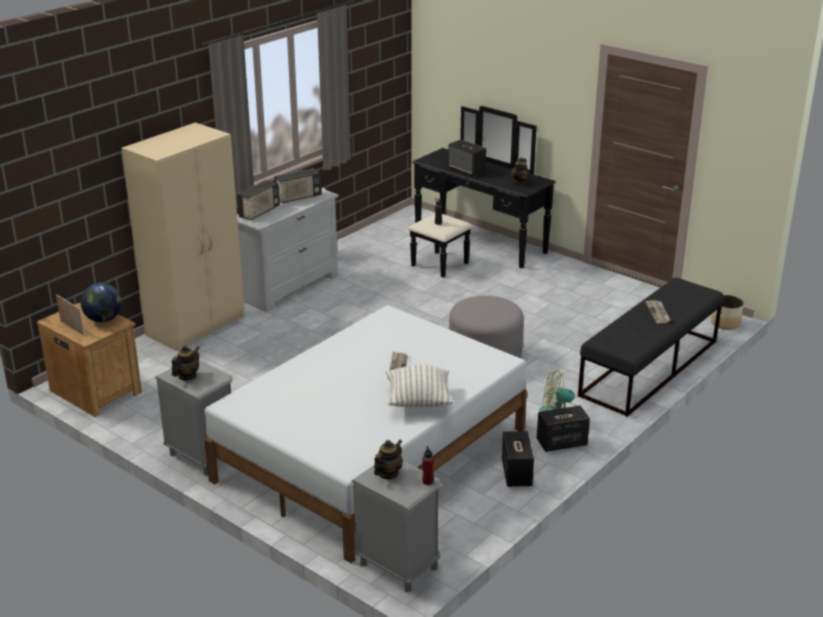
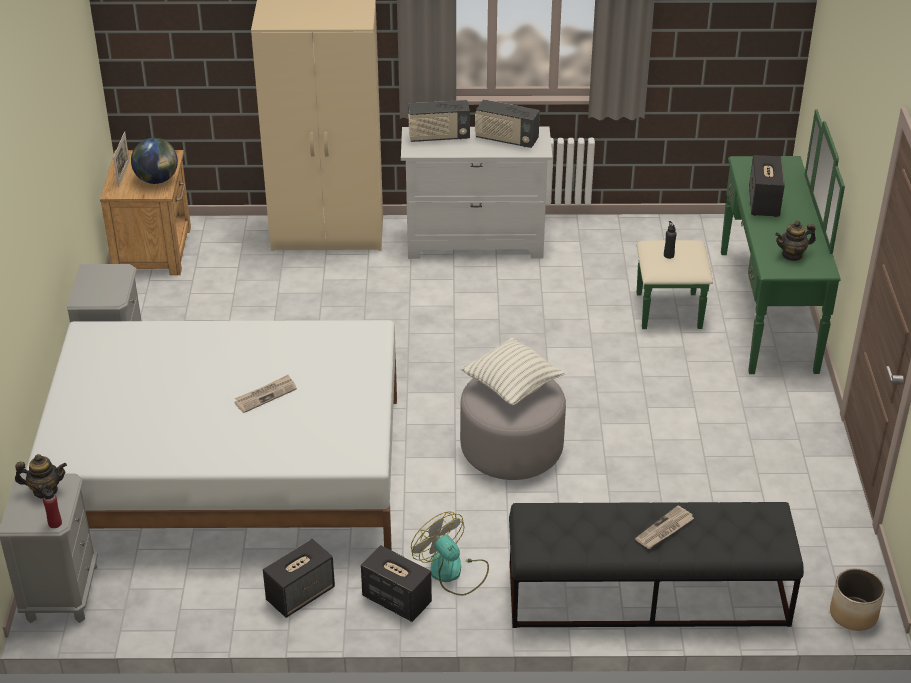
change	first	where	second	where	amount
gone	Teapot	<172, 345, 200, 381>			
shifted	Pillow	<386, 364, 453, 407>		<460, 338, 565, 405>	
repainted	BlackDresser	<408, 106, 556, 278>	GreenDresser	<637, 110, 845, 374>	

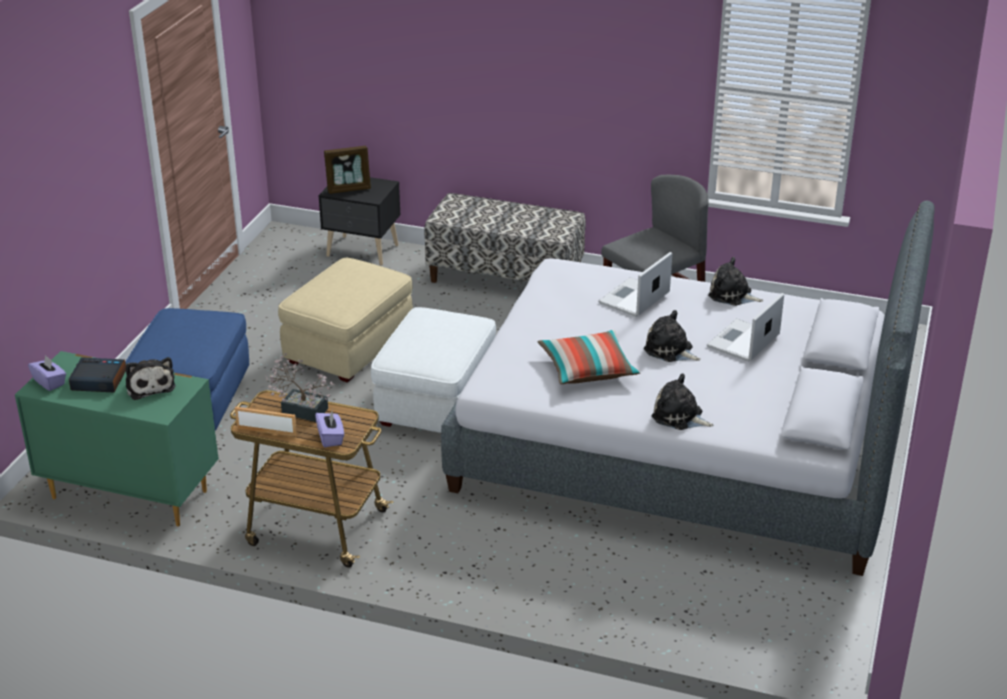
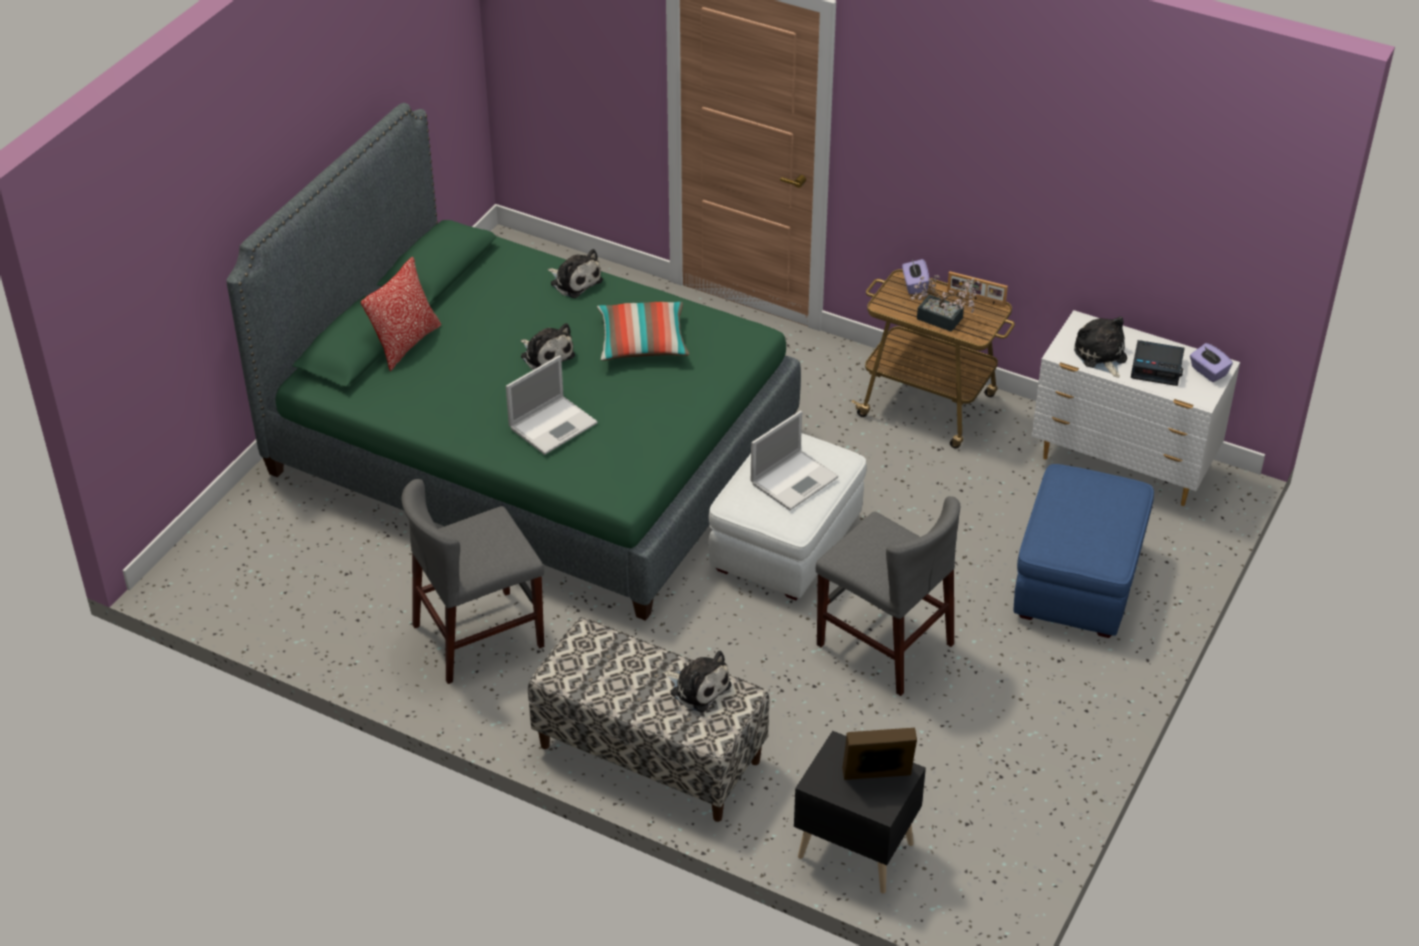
change	first	where	second	where	amount
new			Pillow	<361, 257, 441, 371>	
shifted	Laptop	<707, 293, 784, 362>		<751, 411, 839, 511>	
shifted	PlushToy	<708, 257, 763, 306>		<663, 651, 732, 712>	
swapped	BeigeOttoman	<278, 258, 413, 383>	GreyChair	<816, 496, 960, 696>	
repainted	GreenDresser	<15, 351, 219, 526>	WhiteDresser	<1032, 310, 1240, 506>	
repainted	GreyBed	<441, 201, 935, 576>	GreenBed	<226, 103, 801, 621>	

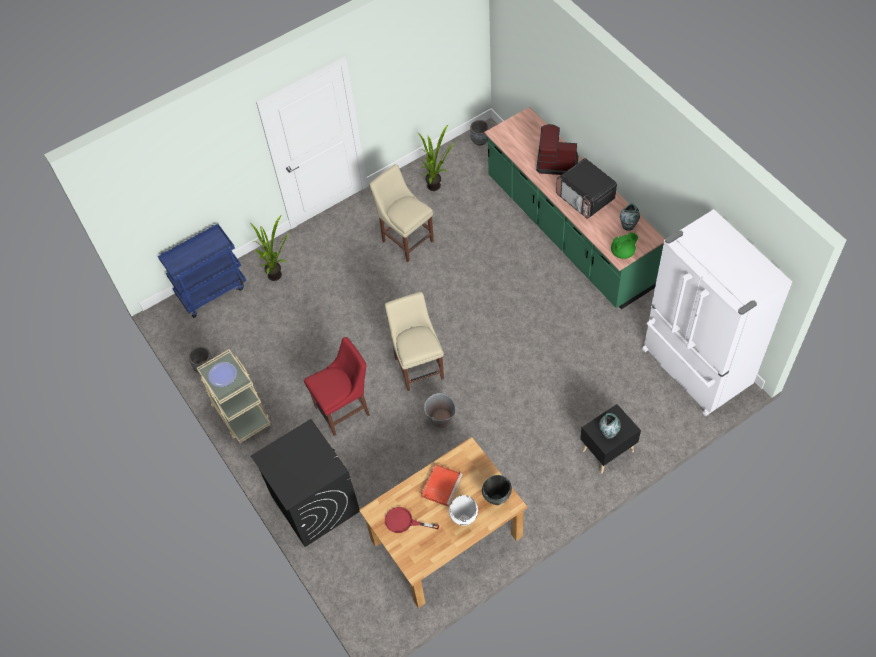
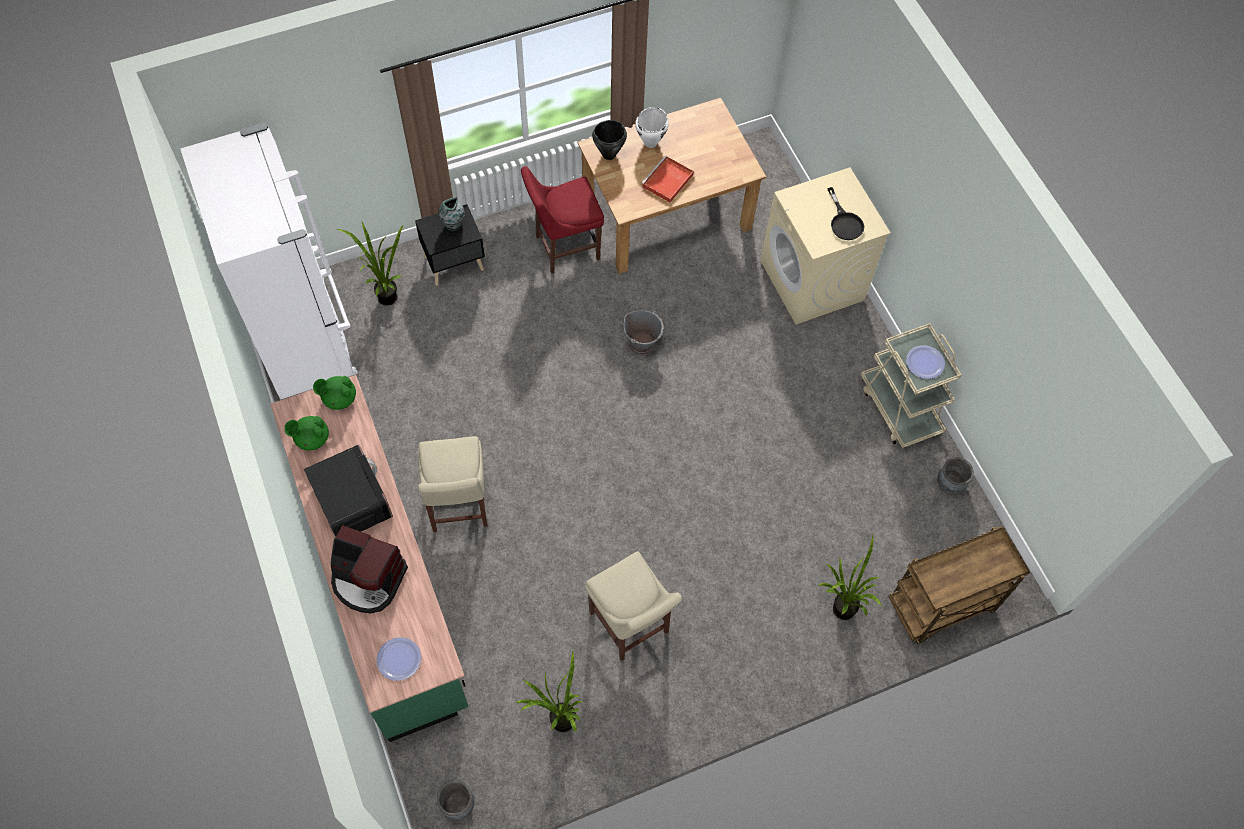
change	first	where	second	where	amount
gone	RedFryingPan	<385, 507, 439, 533>			
new			PottedPlant	<337, 222, 403, 306>	
new			Plate	<376, 637, 421, 681>	
new			BlackFryingPan	<828, 187, 864, 240>	
shifted	RedChair	<304, 337, 370, 436>		<521, 166, 604, 274>	
shifted	BeigeChair	<385, 292, 444, 391>		<418, 436, 488, 532>	
swapped	Vase	<620, 203, 640, 231>	GreenTeapot	<284, 416, 329, 451>	
repainted	BlueCart	<158, 224, 246, 318>	BrownCart	<889, 526, 1030, 644>	
repainted	BlackWashingMachine	<251, 419, 360, 547>	BeigeWashingMachine	<760, 167, 890, 324>	

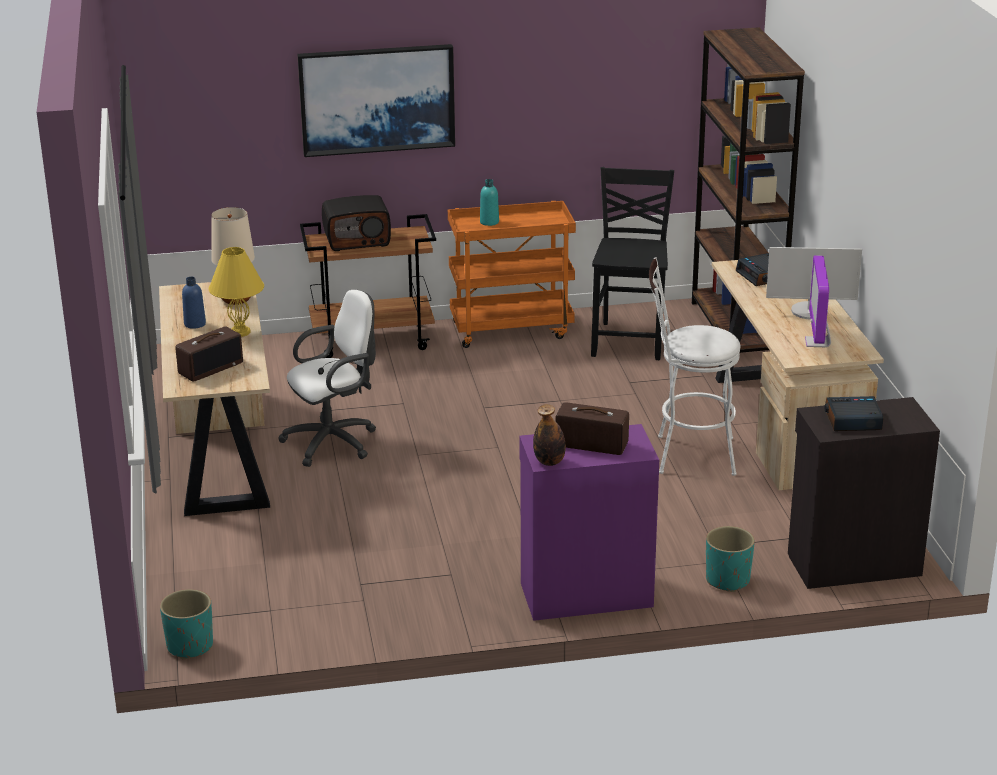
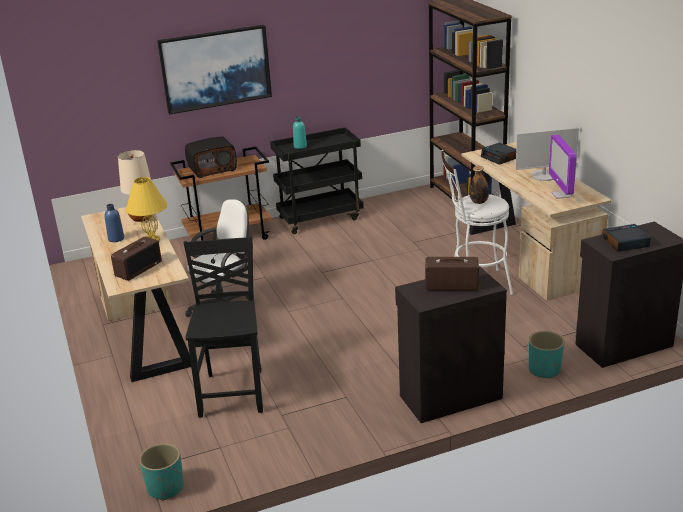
change	first	where	second	where	amount
shifted	Bottle	<533, 404, 566, 466>		<469, 166, 489, 204>	
shifted	BlackChair	<591, 167, 674, 360>		<183, 236, 263, 418>	
repainted	OrangeCart	<448, 201, 576, 348>	BlackCart	<270, 127, 364, 234>	
repainted	PurpleCabinet	<519, 424, 659, 621>	BlackCabinet	<395, 266, 507, 423>	

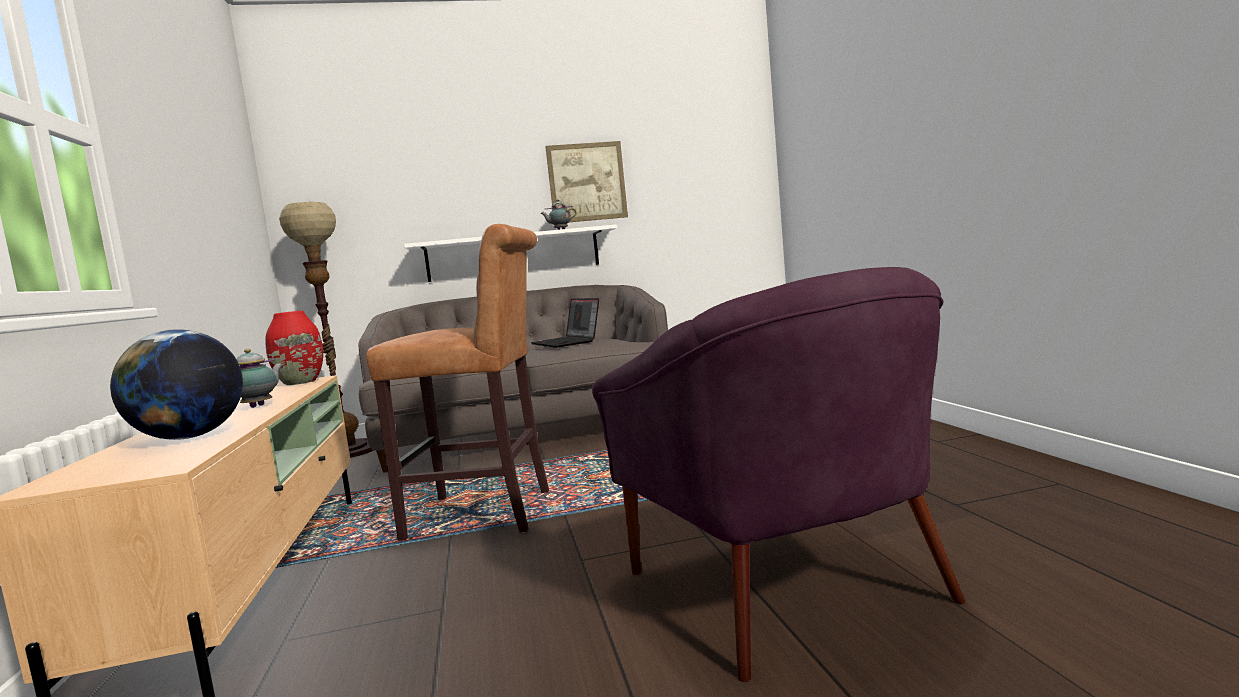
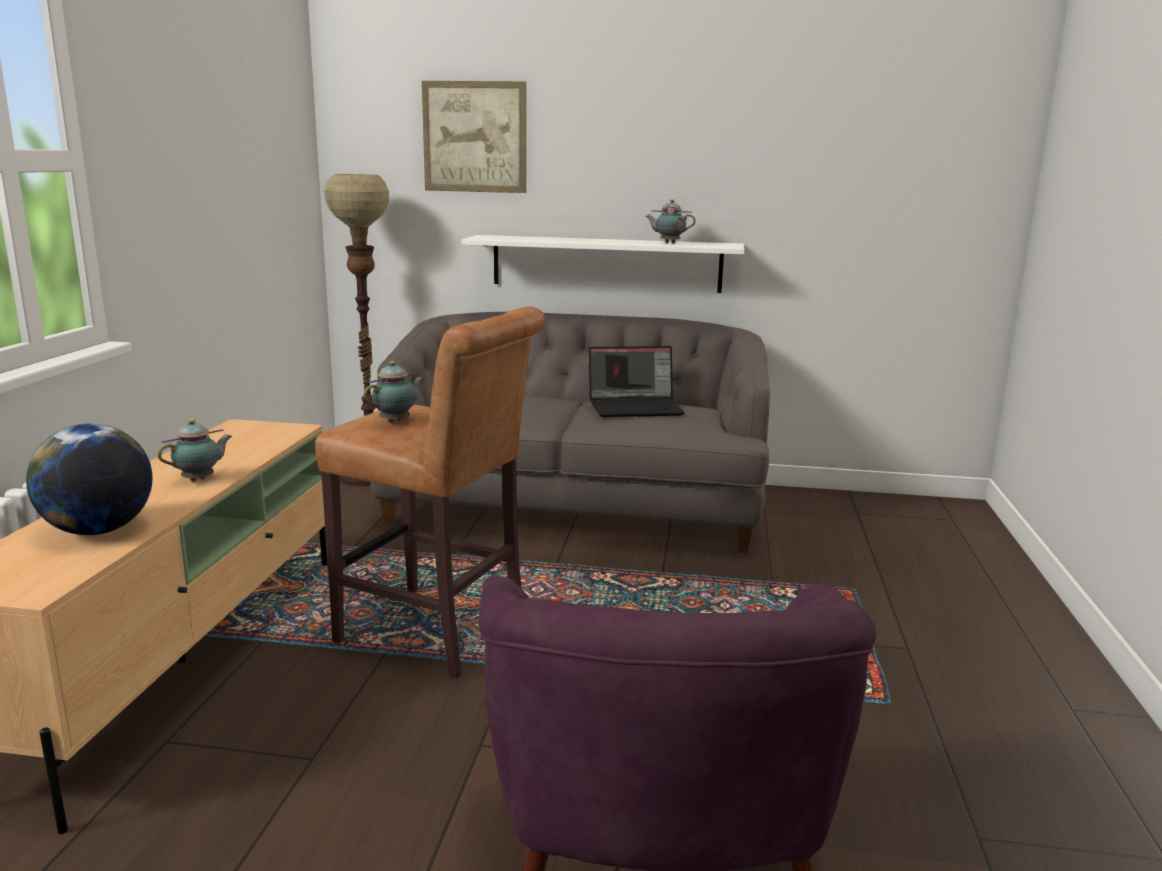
change	first	where	second	where	amount
gone	RedVase	<265, 310, 323, 385>			
new			Teapot	<363, 361, 425, 423>	
shifted	Picture	<545, 141, 628, 223>		<422, 81, 526, 193>	
rotated	Laptop	<531, 298, 599, 348>		<589, 346, 685, 417>	90 degrees counterclockwise

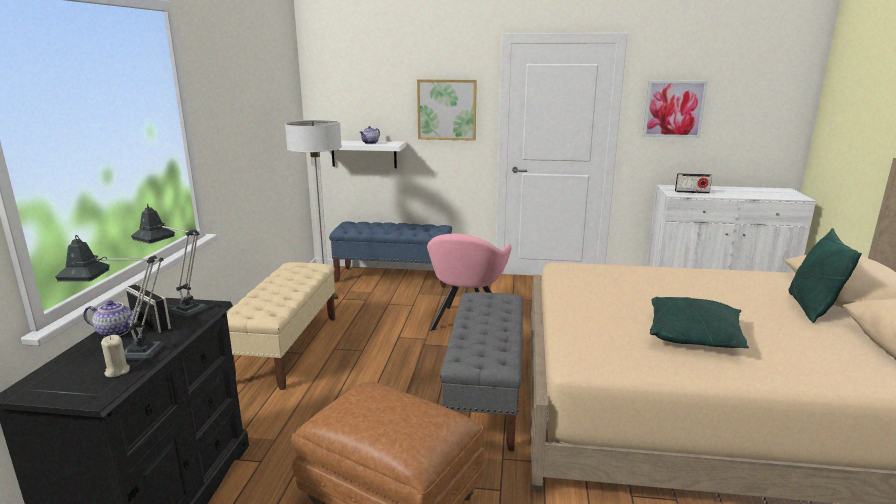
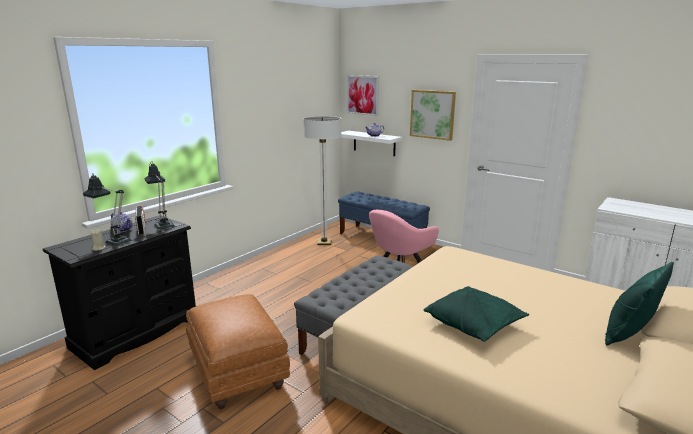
change	first	where	second	where	amount
gone	BeigeBench	<227, 262, 335, 390>			
gone	Radio	<675, 173, 712, 194>			
shifted	Picture	<643, 81, 708, 138>		<347, 75, 379, 116>	

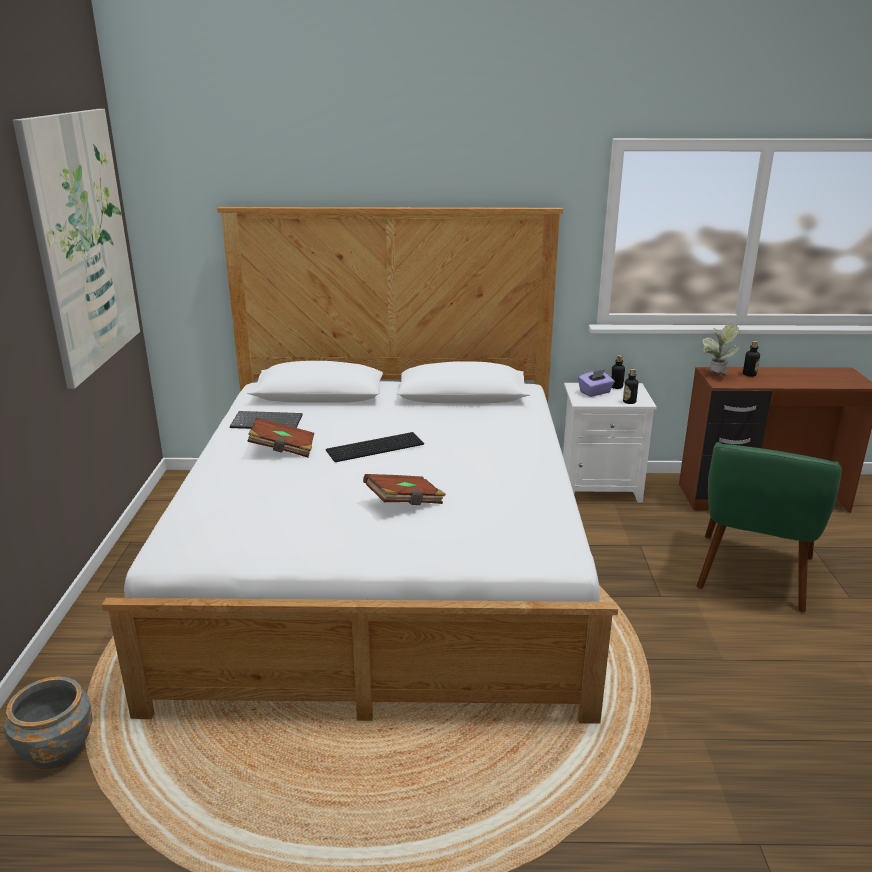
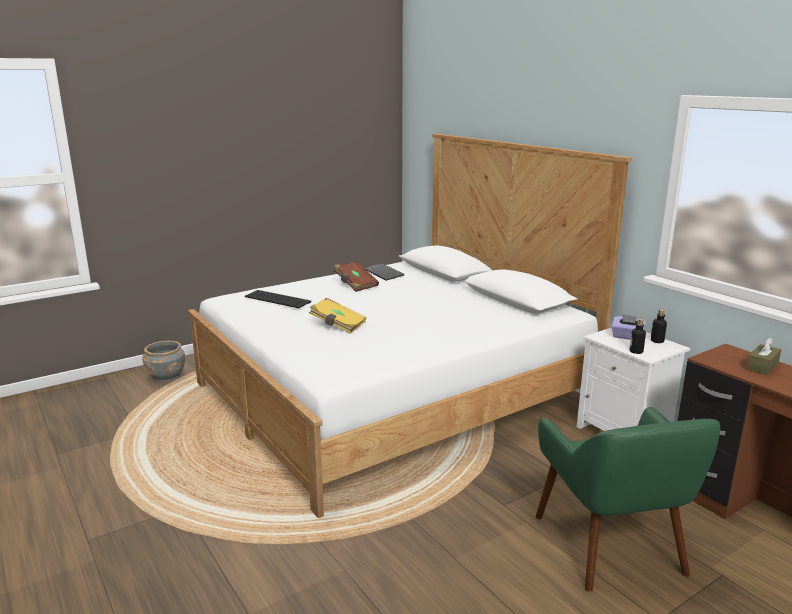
change	first	where	second	where	amount
gone	Picture	<13, 109, 140, 389>			
gone	PottedPlant	<703, 324, 740, 374>			
shifted	Keyboard	<326, 432, 424, 462>		<245, 290, 311, 308>	
swapped	Bottle	<743, 341, 760, 377>	BrownTissueBox	<746, 338, 781, 375>	
repainted	BrownBook	<363, 474, 446, 505>	YellowBook	<309, 298, 366, 334>	
rotated	GreenArmchair	<697, 442, 842, 613>		<536, 407, 720, 592>	90 degrees counterclockwise

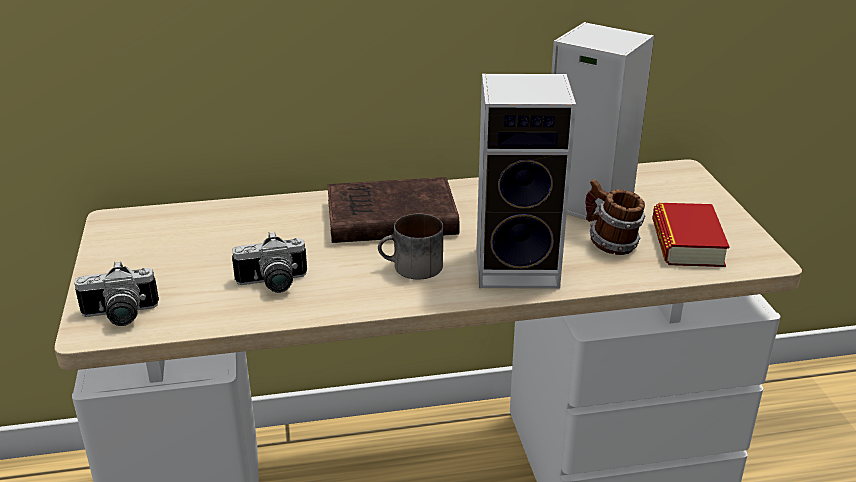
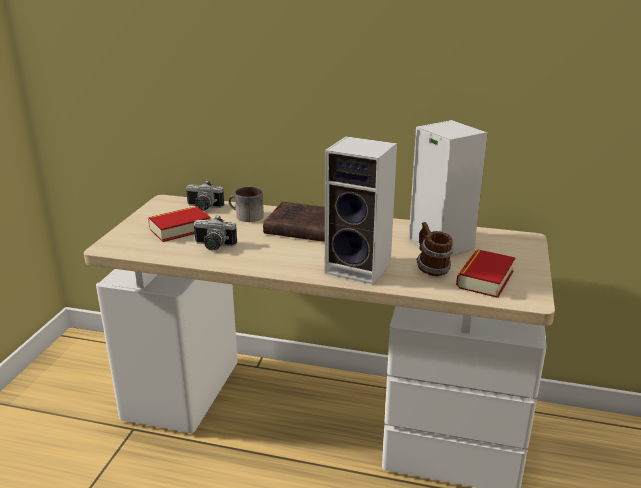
change	first	where	second	where	amount
new			Book	<148, 206, 210, 242>	
shifted	PhotoCamera	<75, 261, 159, 326>		<186, 180, 224, 211>	
shifted	Mug	<378, 214, 443, 279>		<228, 187, 264, 222>	

